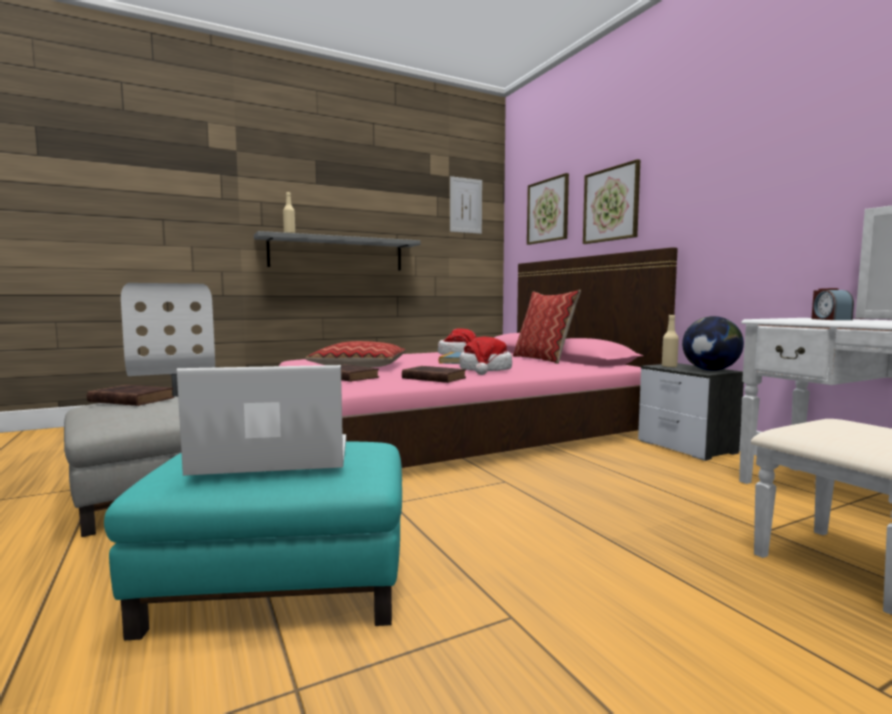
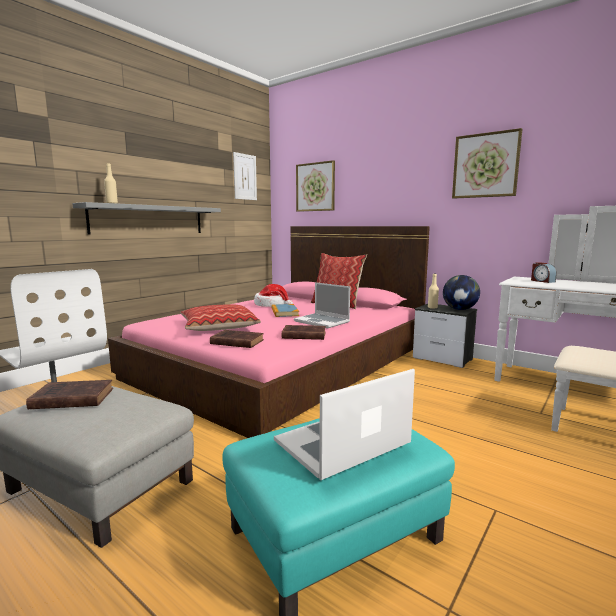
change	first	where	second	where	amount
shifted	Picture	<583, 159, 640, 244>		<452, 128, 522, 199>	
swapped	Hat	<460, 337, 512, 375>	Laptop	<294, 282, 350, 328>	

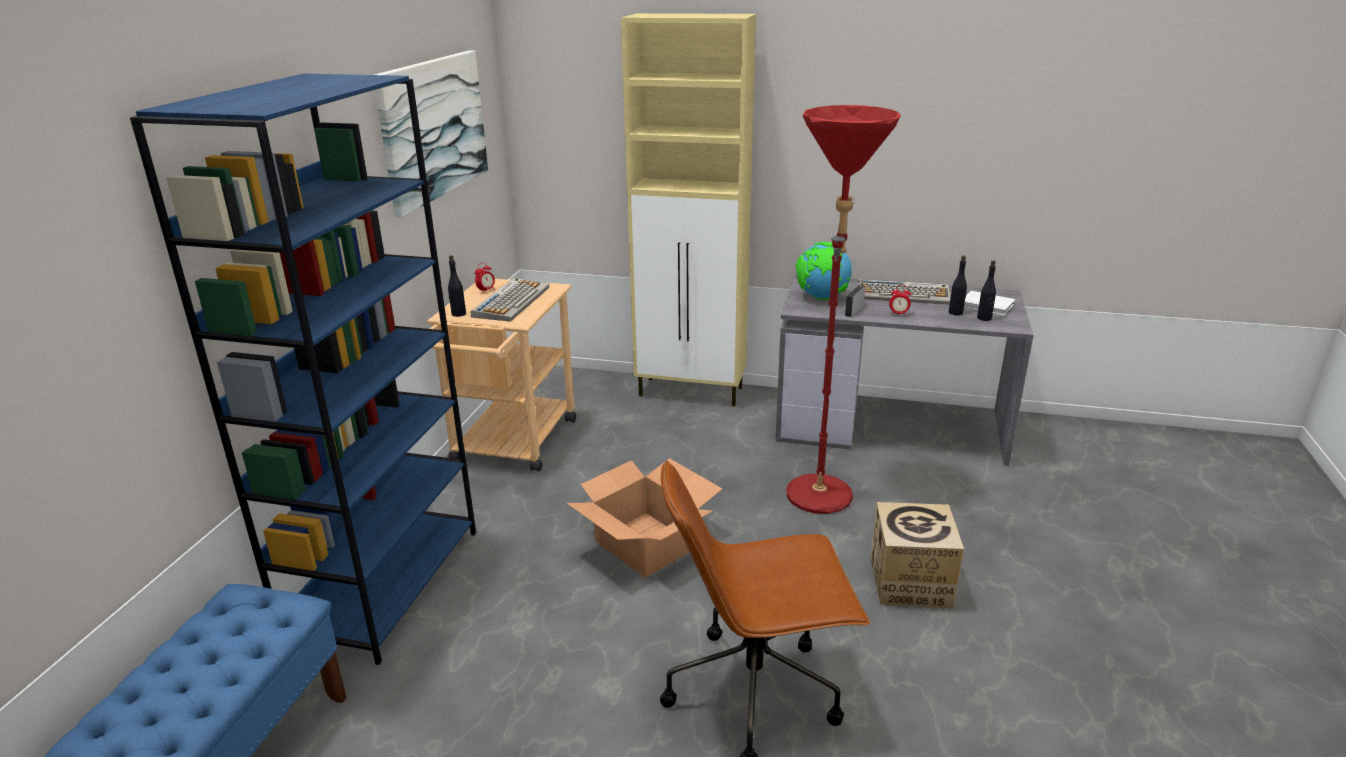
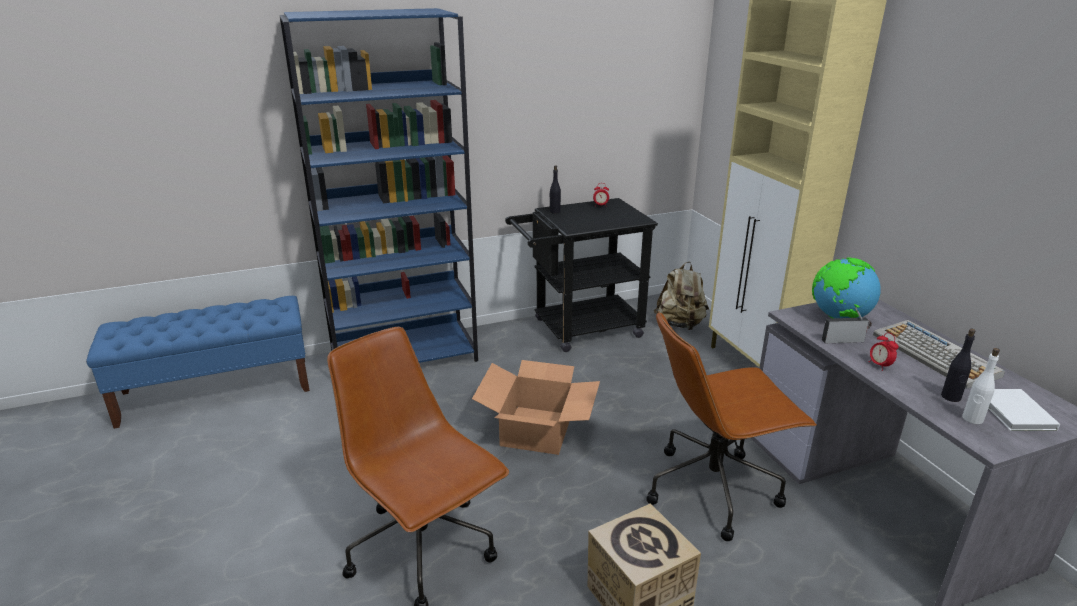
change	first	where	second	where	amount
gone	Picture	<374, 50, 488, 217>			
gone	Keyboard	<471, 278, 549, 322>			
new			BeigeBackpack	<654, 262, 709, 330>	
swapped	RedFloorLamp	<786, 105, 901, 514>	BrownOfficeChair	<646, 311, 817, 541>	
repainted	BeigeCart	<427, 279, 576, 472>	BlackCart	<505, 198, 658, 352>	
repainted	BlackBottle	<977, 260, 996, 321>	WhiteBottle	<962, 348, 1000, 424>	

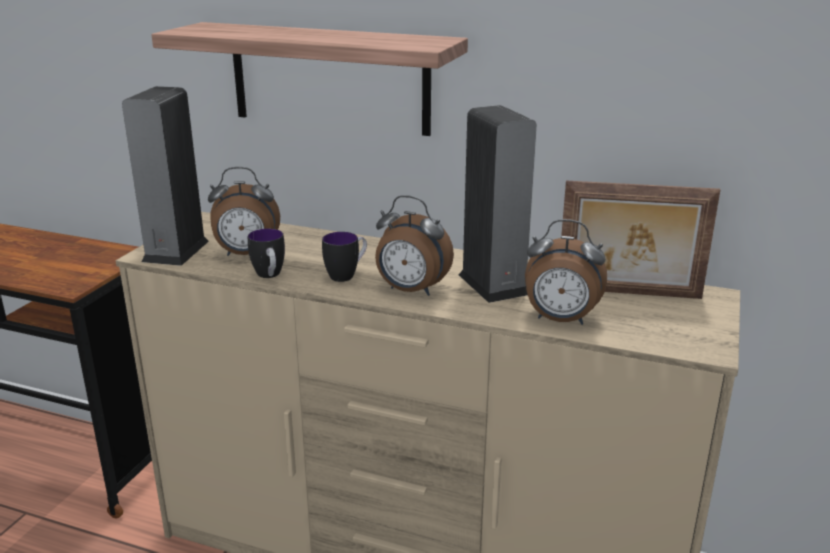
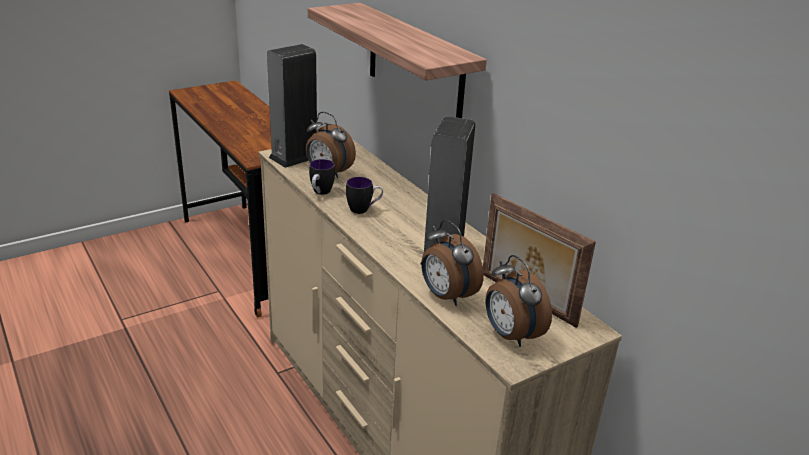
change	first	where	second	where	amount
shifted	AlarmClock	<375, 195, 454, 296>		<486, 255, 552, 347>	

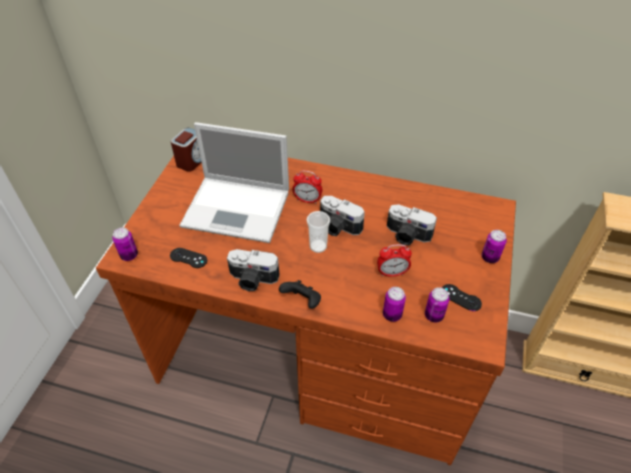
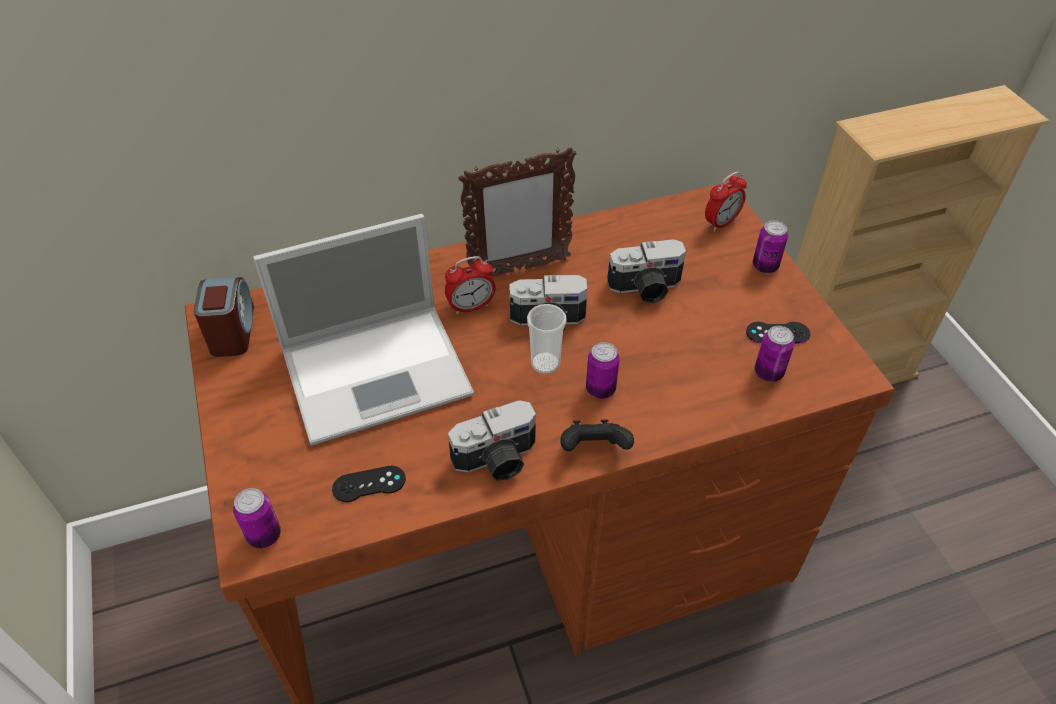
change	first	where	second	where	amount
new			PictureFrame	<458, 147, 577, 276>	
shifted	AlarmClock	<377, 244, 412, 277>		<705, 171, 747, 232>	
shifted	Can	<383, 287, 406, 322>		<586, 342, 620, 399>	

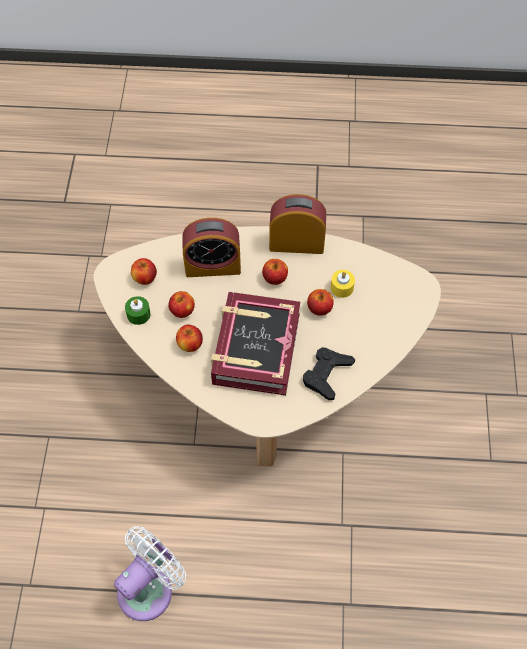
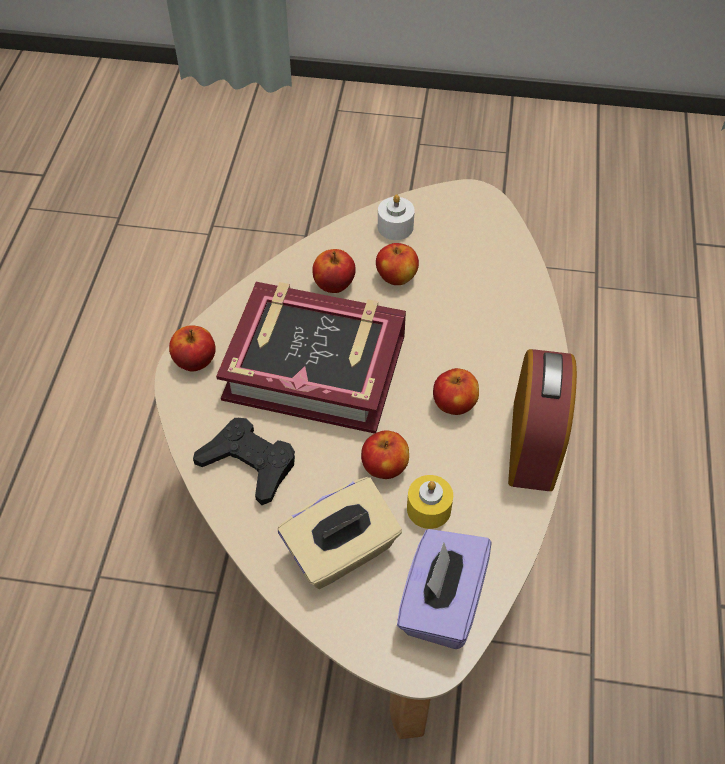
change	first	where	second	where	amount
gone	WhiteFan	<114, 526, 186, 621>			
gone	AlarmClock	<182, 218, 241, 277>			
new			BeigeTissueBox	<278, 477, 402, 589>	
new			PurpleTissueBox	<397, 529, 492, 649>	
shifted	Apple	<131, 258, 157, 285>		<169, 325, 216, 372>	
repainted	GreenCandle	<125, 296, 151, 325>	WhiteCandle	<378, 195, 415, 240>	

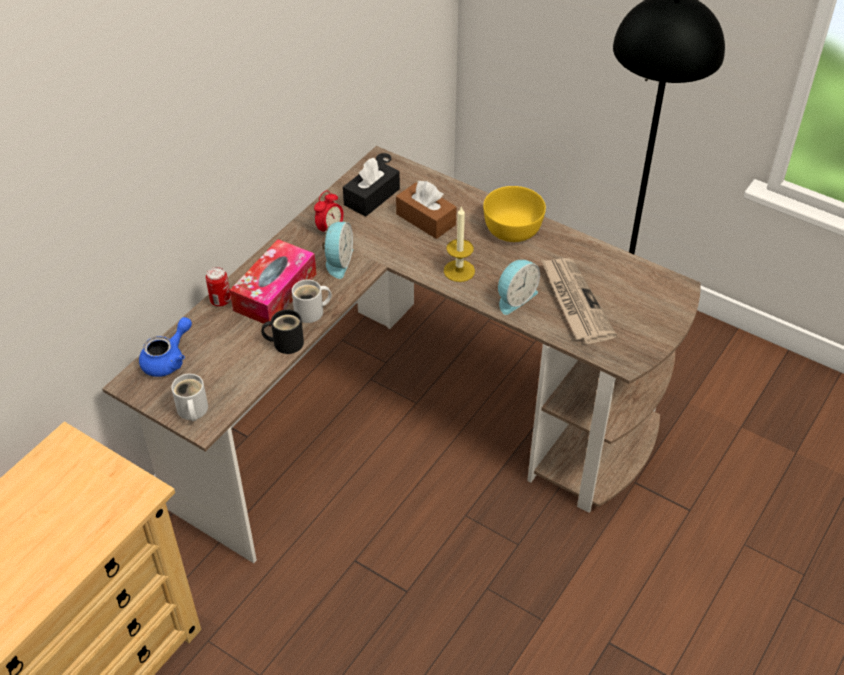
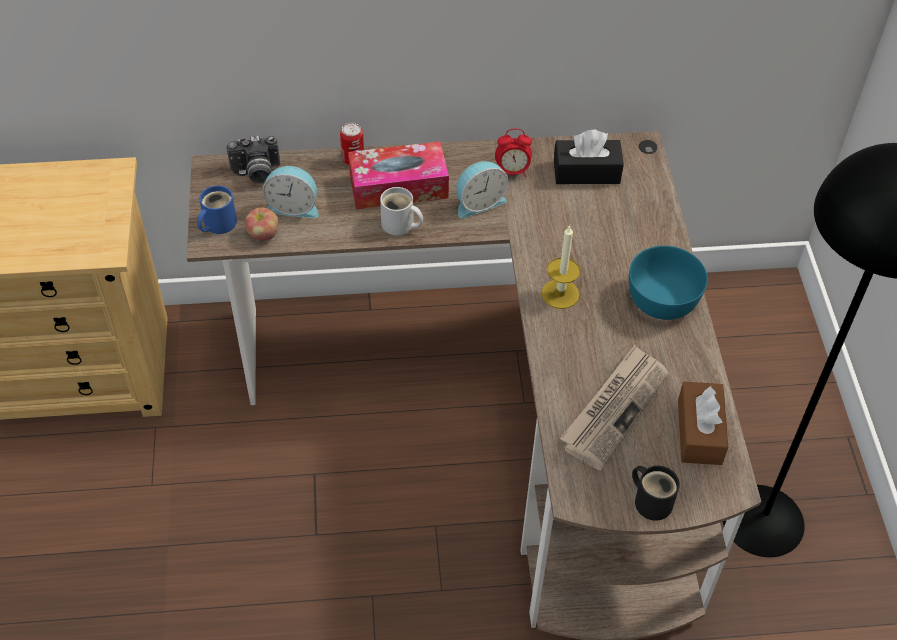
change	first	where	second	where	amount
new			Apple	<245, 207, 279, 240>	
shifted	BlackMug	<261, 309, 304, 354>		<632, 466, 680, 521>	
shifted	BrownTissueBox	<396, 180, 457, 239>		<678, 382, 728, 465>	
shifted	AlarmClock	<498, 260, 540, 315>		<263, 166, 319, 218>	
swapped	BlueTeapot	<139, 317, 192, 377>	PhotoCamera	<227, 136, 280, 183>	
repainted	WhiteMug	<171, 374, 208, 421>	BlueMug	<197, 185, 237, 234>	
repainted	YellowBowl	<483, 186, 546, 242>	TurquoiseBowl	<629, 246, 708, 320>	

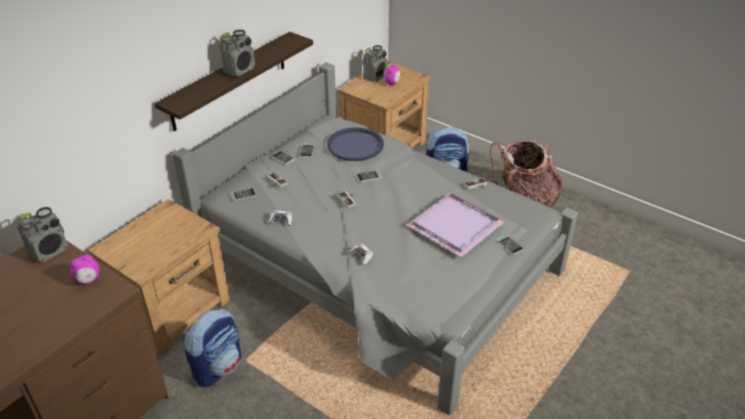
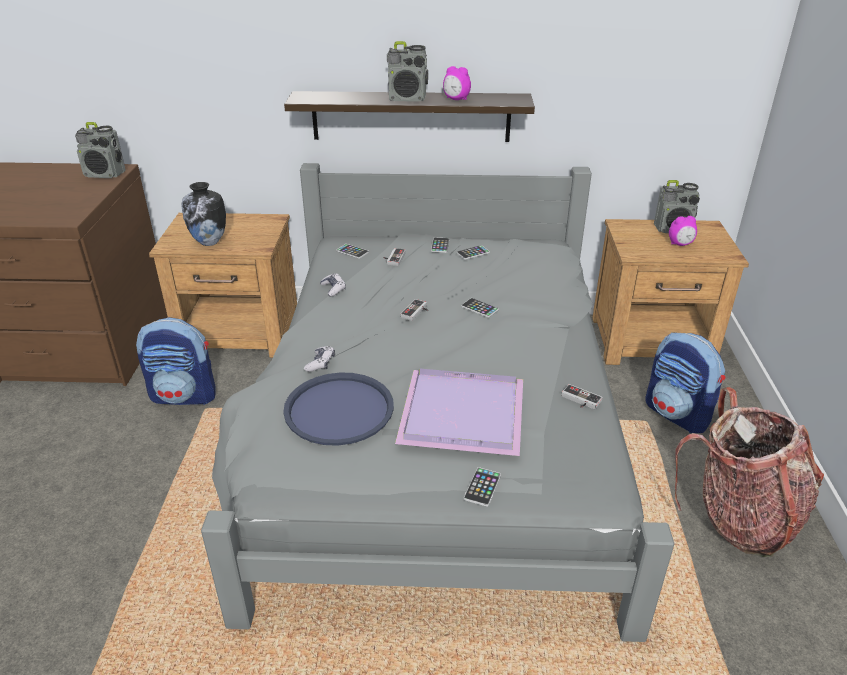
change	first	where	second	where	amount
new			Vase	<182, 182, 226, 246>	
shifted	AlarmClock	<71, 255, 100, 284>		<443, 66, 471, 100>	
shifted	BlueTray	<327, 128, 384, 161>		<283, 372, 394, 446>	

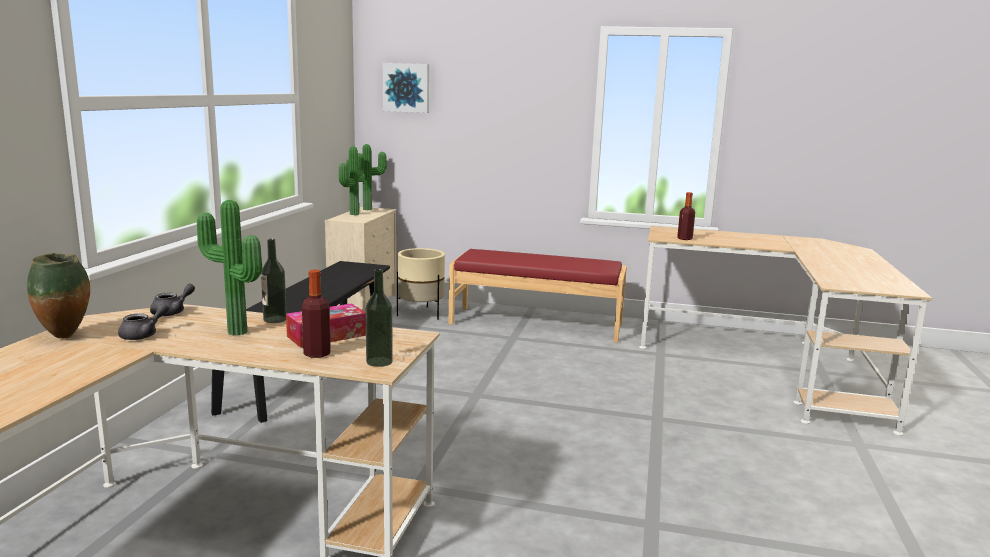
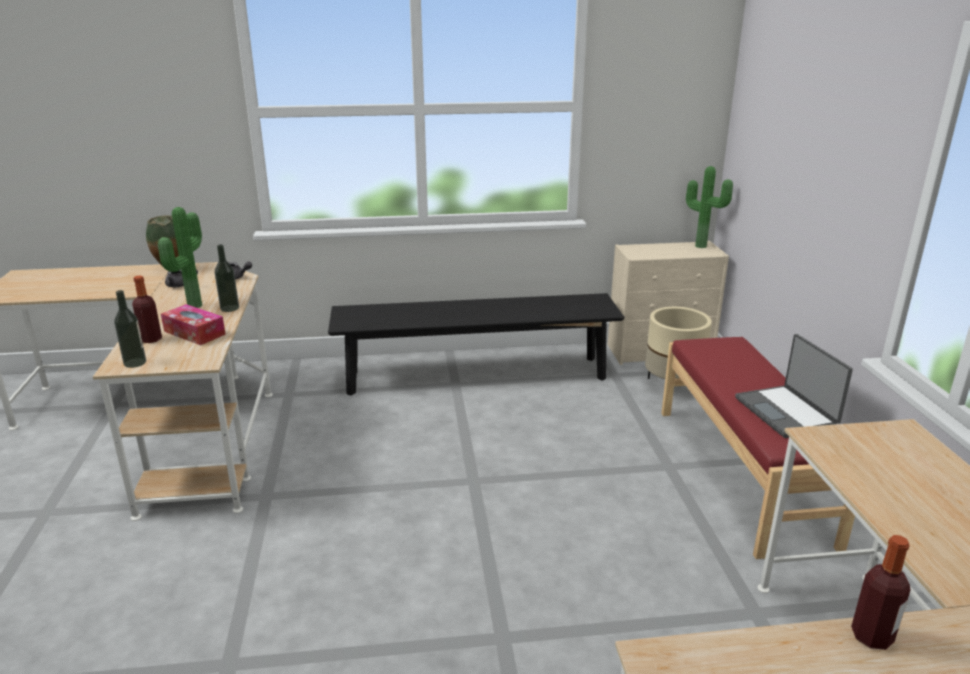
change	first	where	second	where	amount
gone	PottedPlant	<339, 146, 364, 215>			
gone	Picture	<383, 63, 429, 113>			
new			Laptop	<735, 334, 853, 438>	
shifted	Bottle	<677, 192, 695, 240>		<851, 535, 911, 650>	

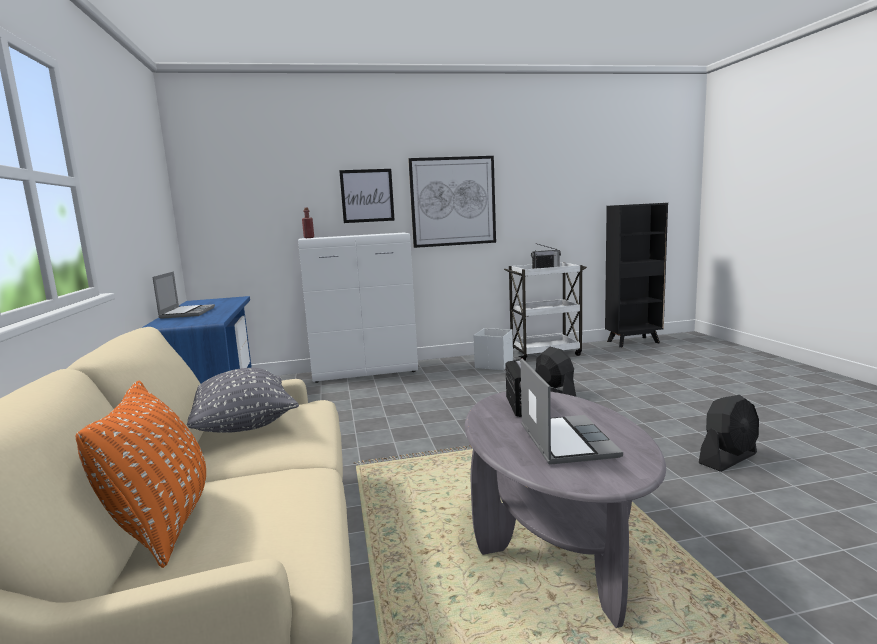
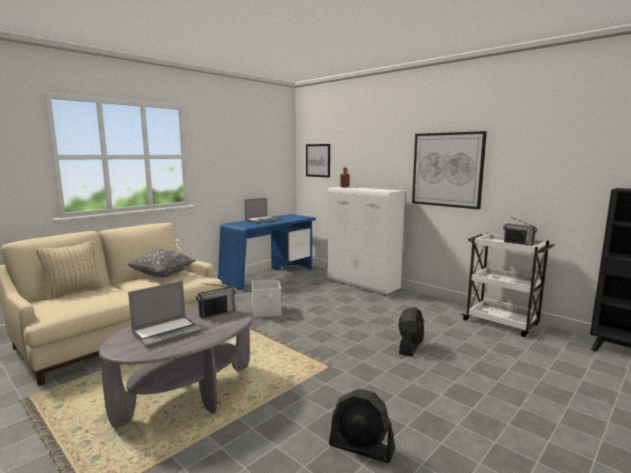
change	first	where	second	where	amount
shifted	Picture	<339, 169, 395, 223>		<306, 144, 330, 178>	
shifted	WhiteStorageBox	<474, 328, 513, 370>		<252, 280, 282, 318>	
repainted	OrangePillow	<76, 381, 206, 568>	BeigePillow	<36, 241, 105, 299>	

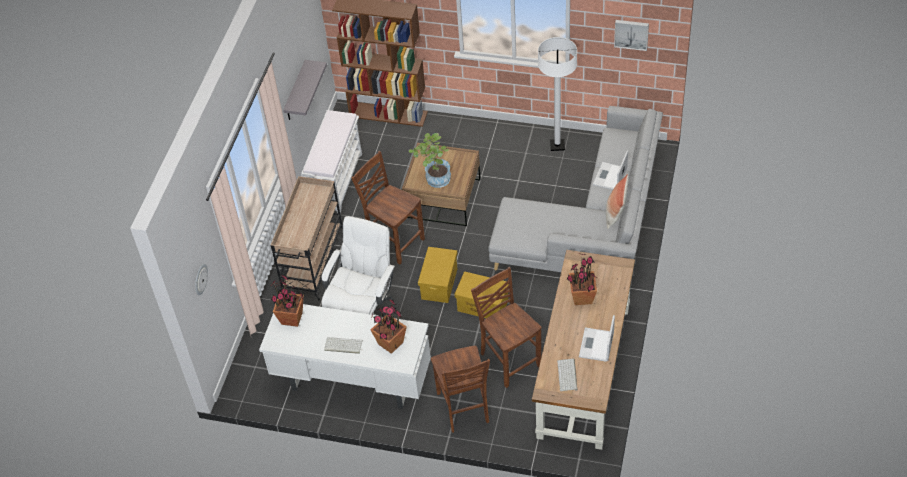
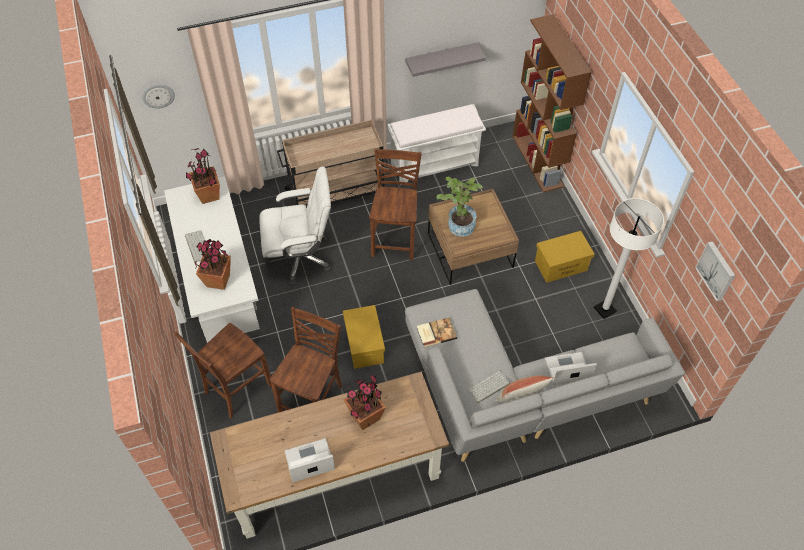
change	first	where	second	where	amount
new			Book	<417, 318, 457, 348>	
shifted	YellowStorageBox	<418, 247, 458, 303>		<535, 231, 595, 283>	
shifted	Keyboard	<557, 359, 578, 391>		<467, 371, 510, 403>	

